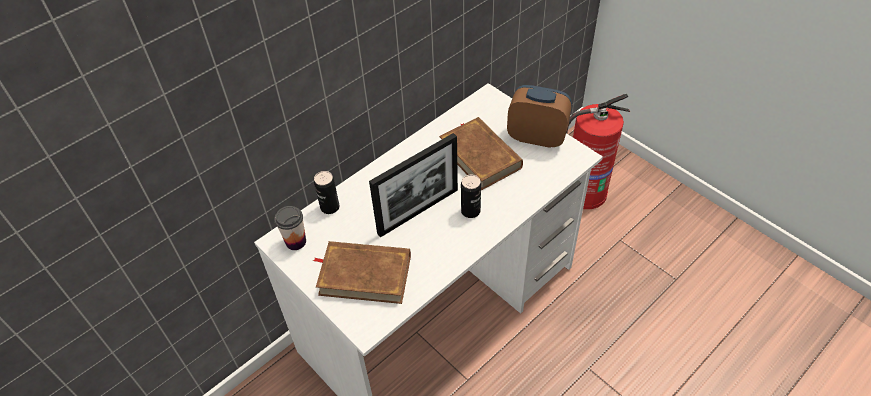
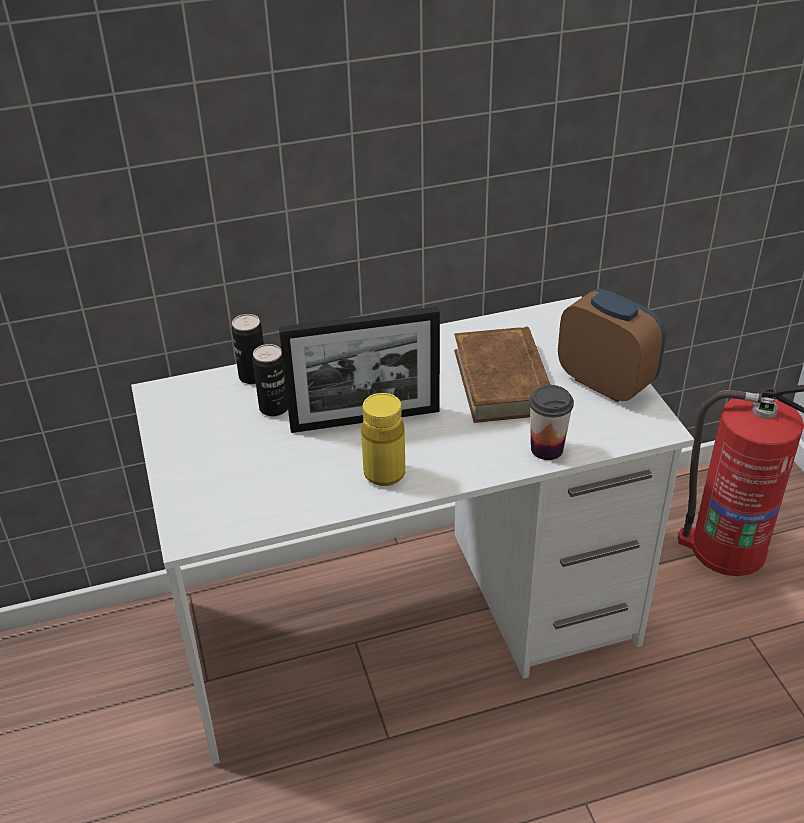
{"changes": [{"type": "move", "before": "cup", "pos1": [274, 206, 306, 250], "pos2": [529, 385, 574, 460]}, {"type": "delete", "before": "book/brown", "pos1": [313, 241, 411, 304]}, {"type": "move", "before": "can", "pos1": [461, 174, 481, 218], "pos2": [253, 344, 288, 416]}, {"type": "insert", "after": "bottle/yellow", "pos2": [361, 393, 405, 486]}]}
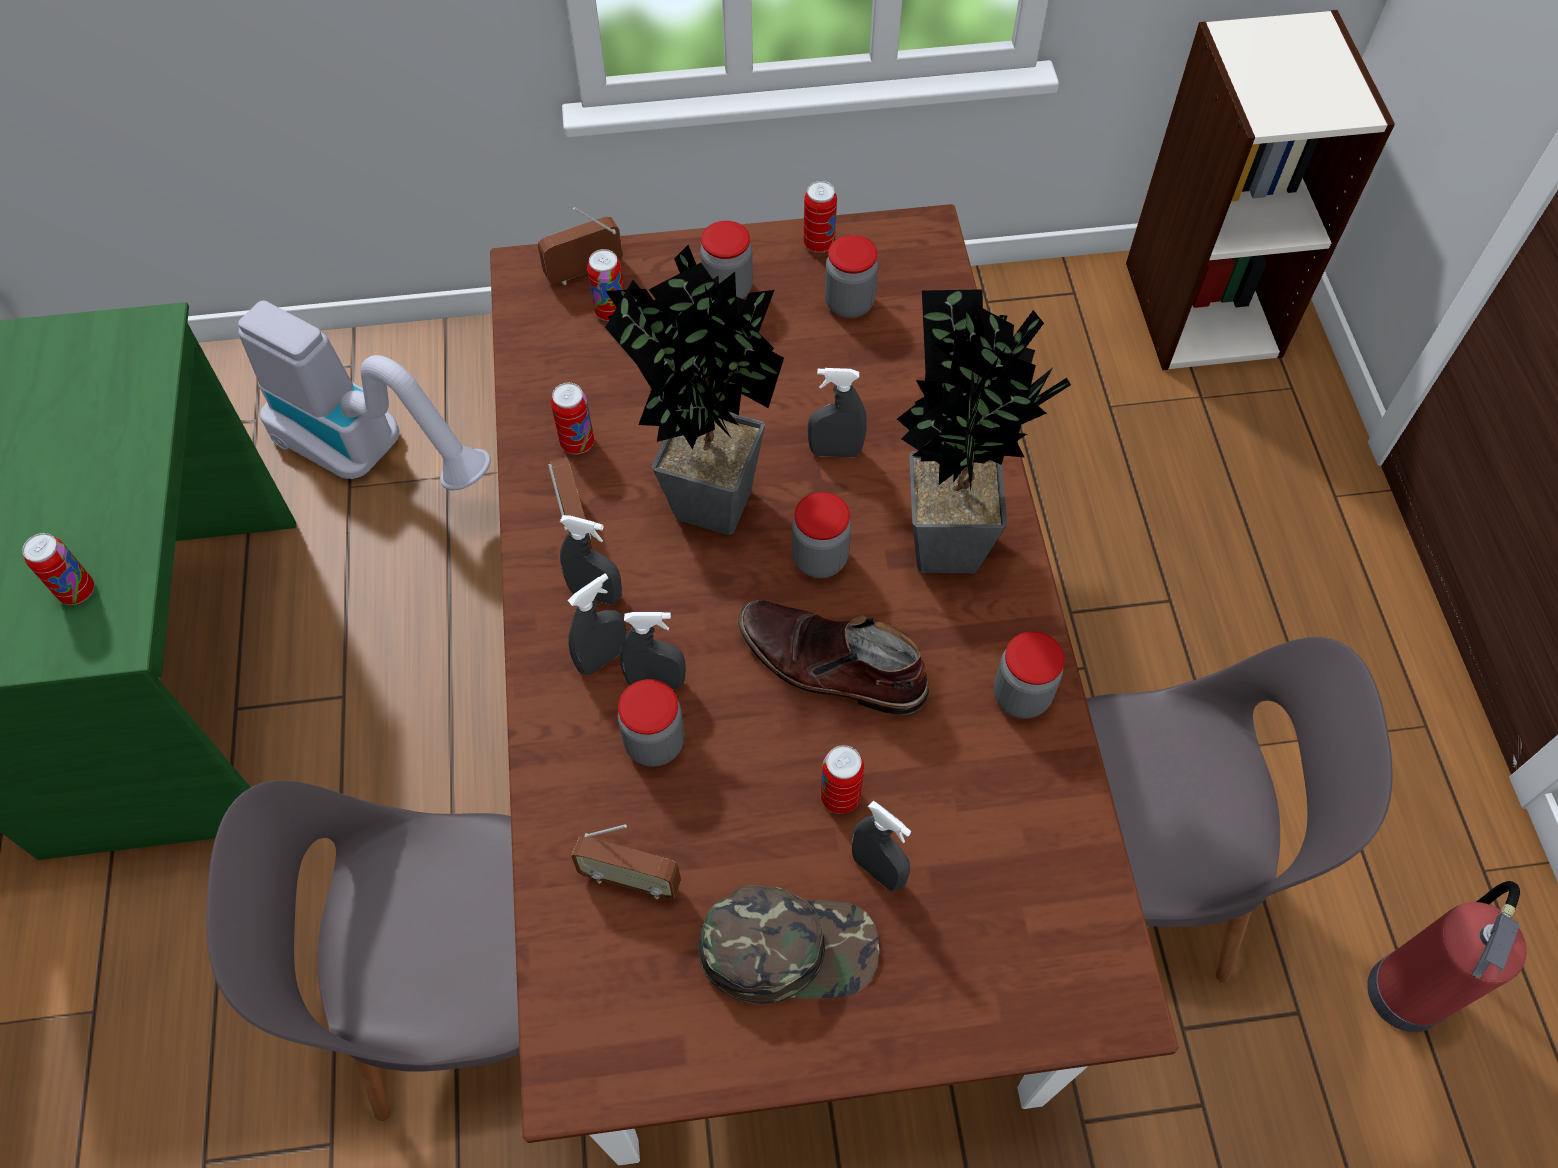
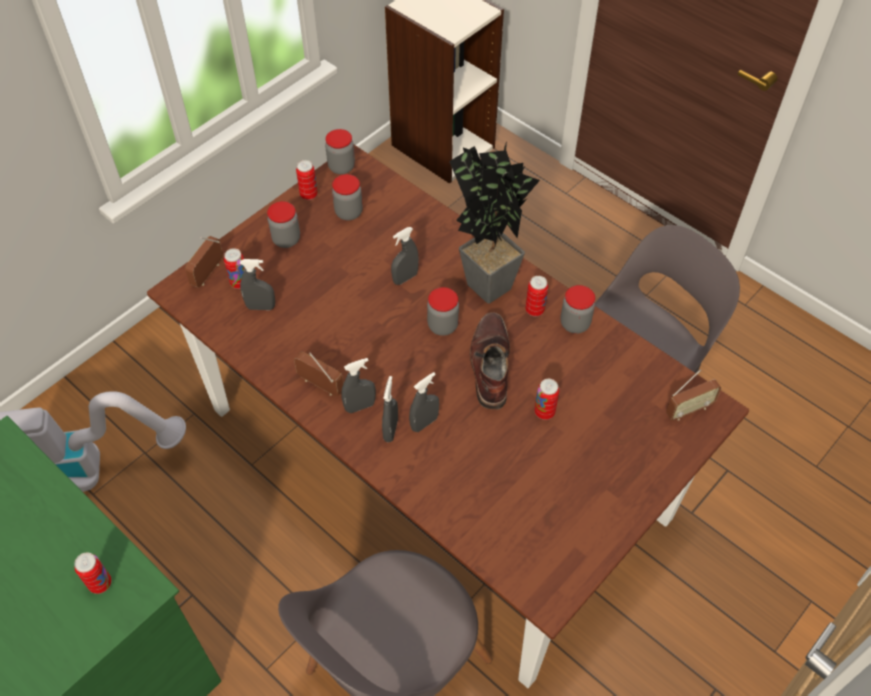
{"changes": [{"type": "move", "before": "can", "pos1": [551, 383, 594, 454], "pos2": [525, 276, 548, 317]}, {"type": "move", "before": "radio", "pos1": [571, 824, 681, 900], "pos2": [666, 370, 721, 421]}, {"type": "delete", "before": "potted plant", "pos1": [605, 245, 784, 535]}, {"type": "move", "before": "jar", "pos1": [618, 679, 685, 767], "pos2": [325, 129, 355, 174]}, {"type": "delete", "before": "cap/green", "pos1": [698, 885, 879, 1004]}, {"type": "rotate", "before": "boot/brown", "pos1": [738, 600, 929, 715], "pos2": [470, 312, 510, 409], "turn": 105}, {"type": "move", "before": "spray bottle/grey", "pos1": [852, 800, 911, 891], "pos2": [240, 259, 275, 310]}, {"type": "delete", "before": "fire extinguisher", "pos1": [1367, 881, 1527, 1032]}]}
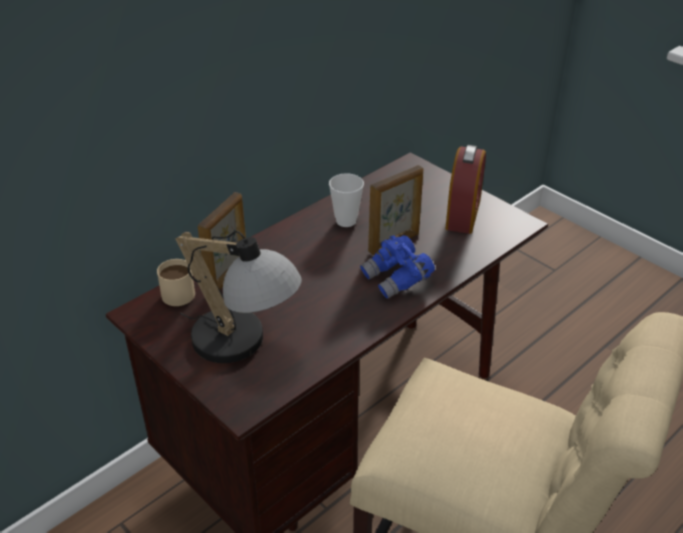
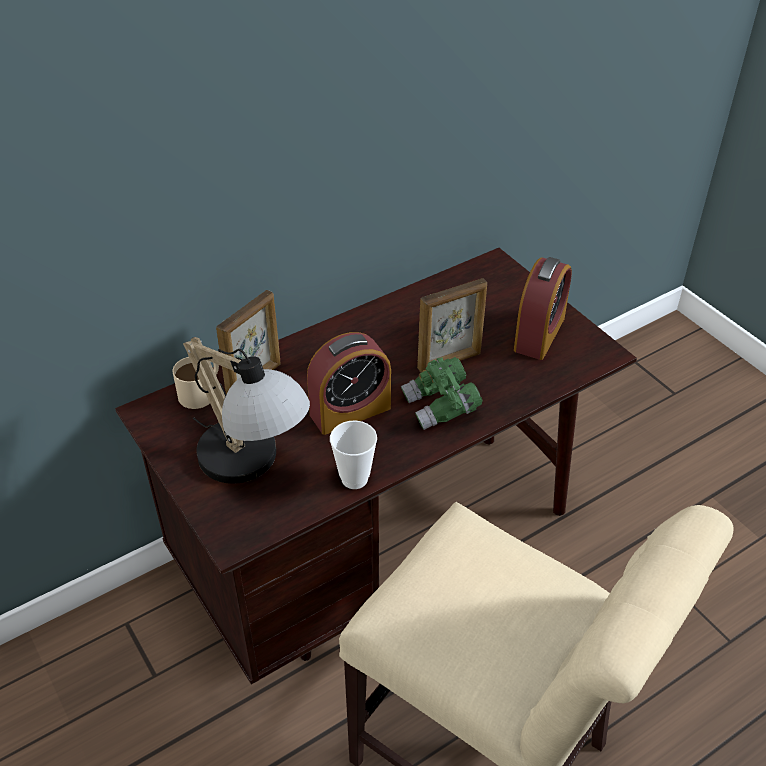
{"changes": [{"type": "move", "before": "cup", "pos1": [329, 173, 364, 227], "pos2": [330, 421, 377, 489]}, {"type": "recolor", "before": "binoculars/blue", "after": "binoculars/green", "pos1": [360, 235, 435, 299], "pos2": [401, 357, 483, 430]}, {"type": "insert", "after": "alarm clock", "pos2": [307, 332, 391, 435]}]}
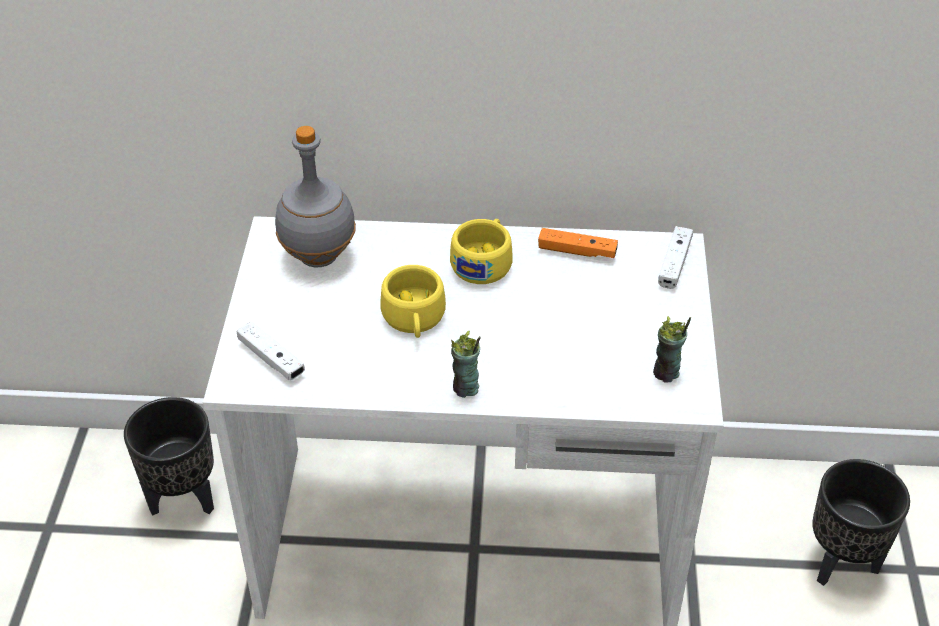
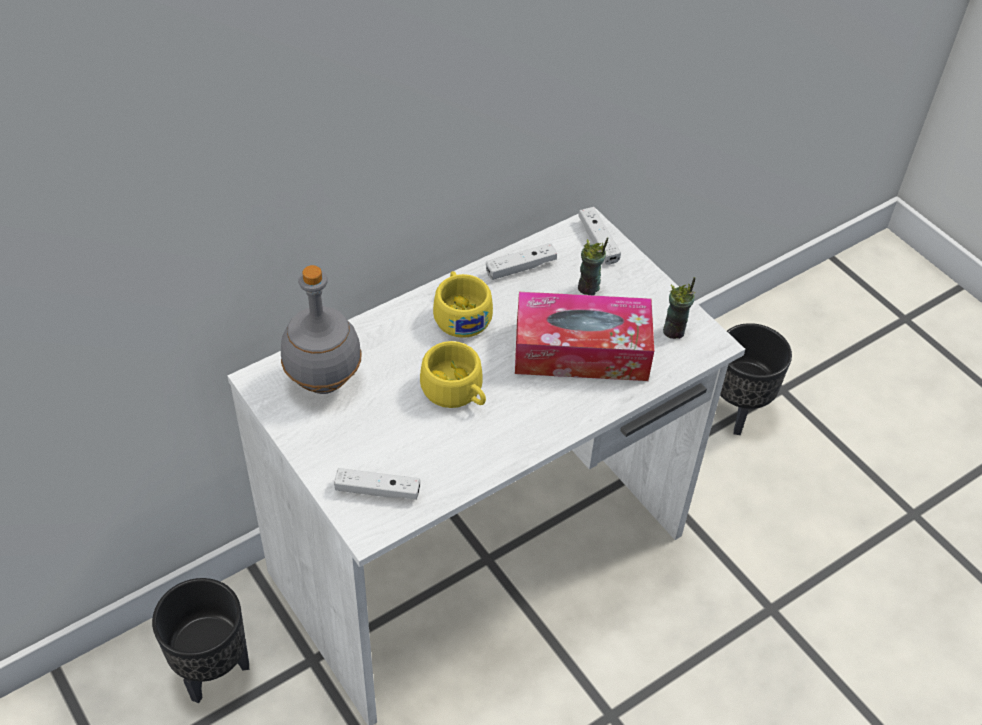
{"changes": [{"type": "move", "before": "cup", "pos1": [451, 331, 481, 398], "pos2": [578, 237, 608, 295]}, {"type": "recolor", "before": "game controller/orange", "after": "game controller/white", "pos1": [538, 228, 618, 258], "pos2": [486, 243, 557, 280]}, {"type": "insert", "after": "tissue box", "pos2": [515, 292, 654, 381]}]}
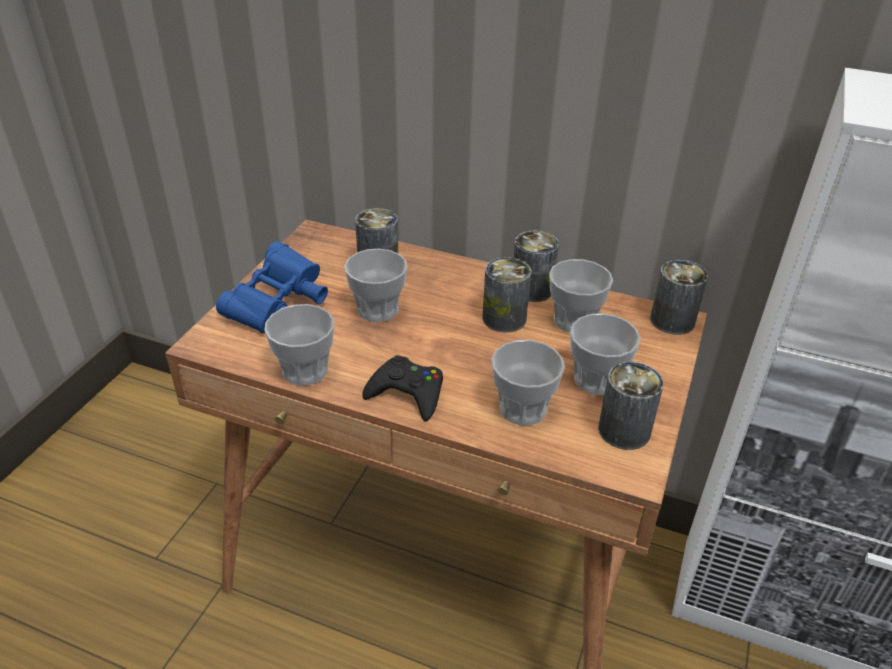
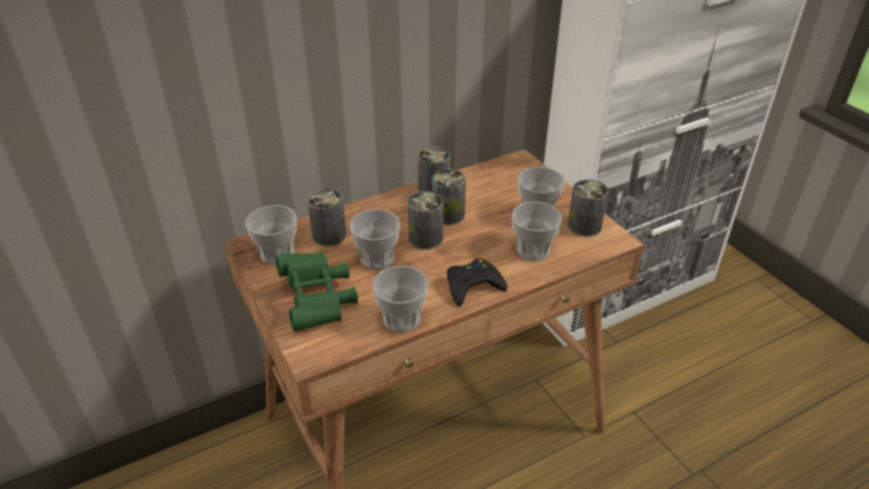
{"changes": [{"type": "recolor", "before": "binoculars/blue", "after": "binoculars/green", "pos1": [216, 241, 328, 334], "pos2": [276, 252, 358, 331]}, {"type": "move", "before": "cup", "pos1": [549, 259, 613, 332], "pos2": [246, 205, 297, 265]}, {"type": "move", "before": "can", "pos1": [650, 260, 708, 335], "pos2": [408, 191, 443, 250]}]}
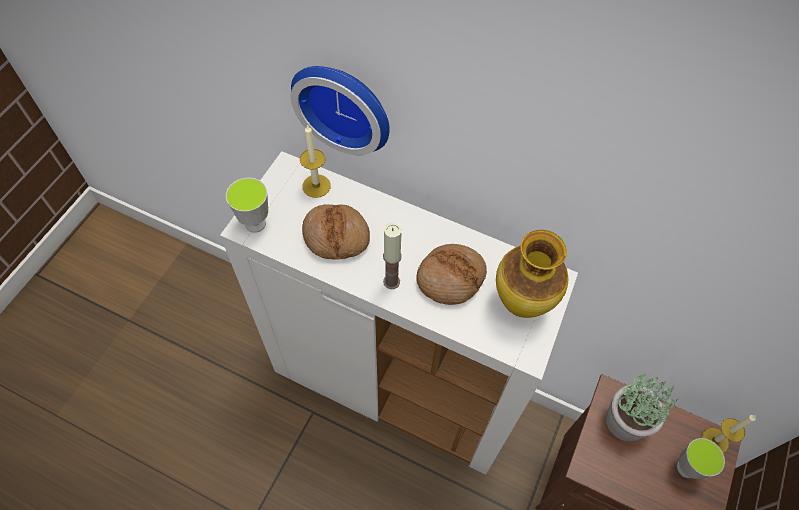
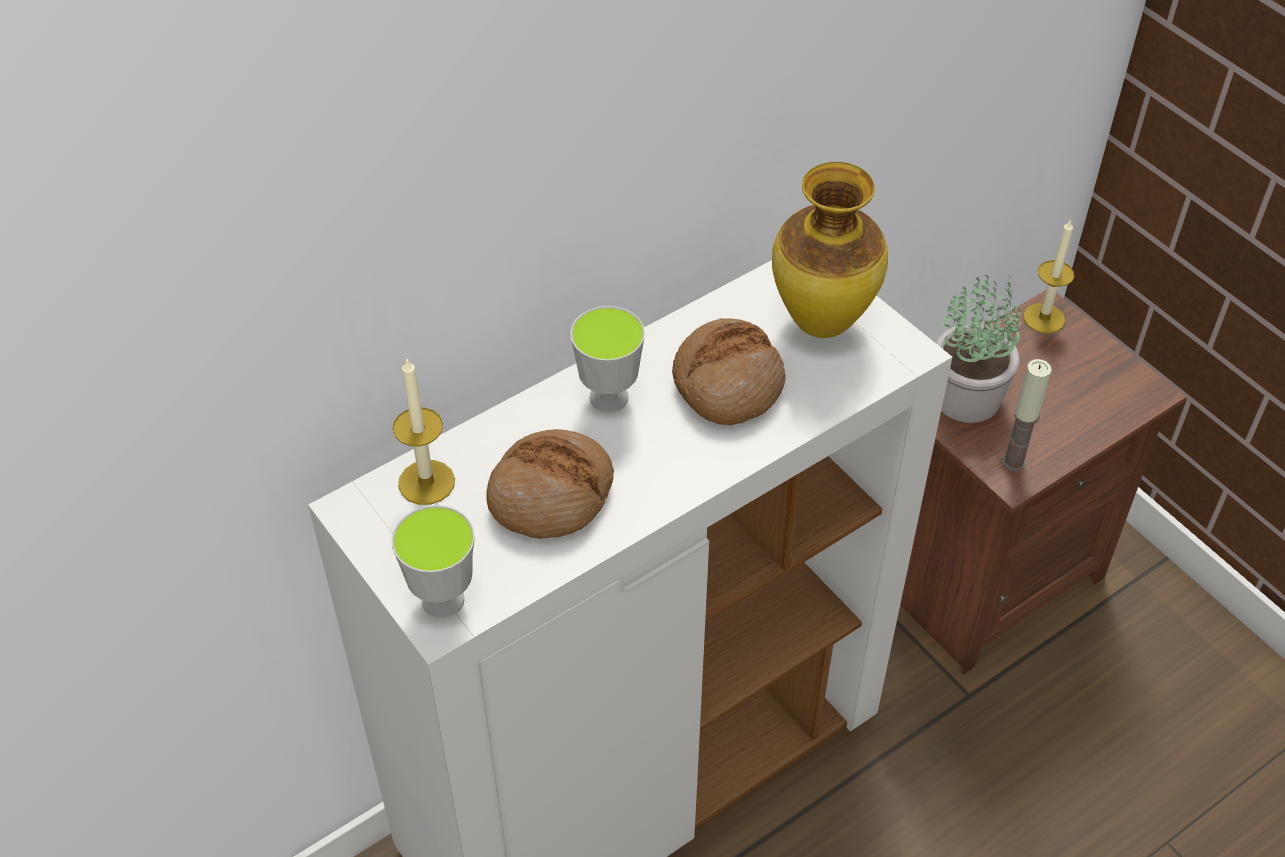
{"changes": [{"type": "delete", "before": "wall clock", "pos1": [291, 66, 390, 155]}, {"type": "move", "before": "candle", "pos1": [383, 223, 402, 289], "pos2": [1002, 359, 1052, 472]}, {"type": "move", "before": "cup", "pos1": [677, 438, 725, 479], "pos2": [570, 306, 645, 413]}]}
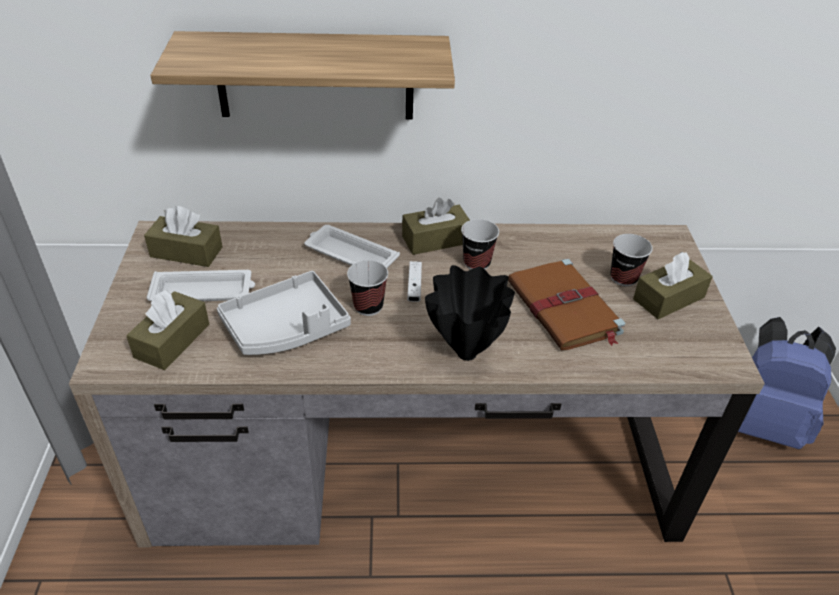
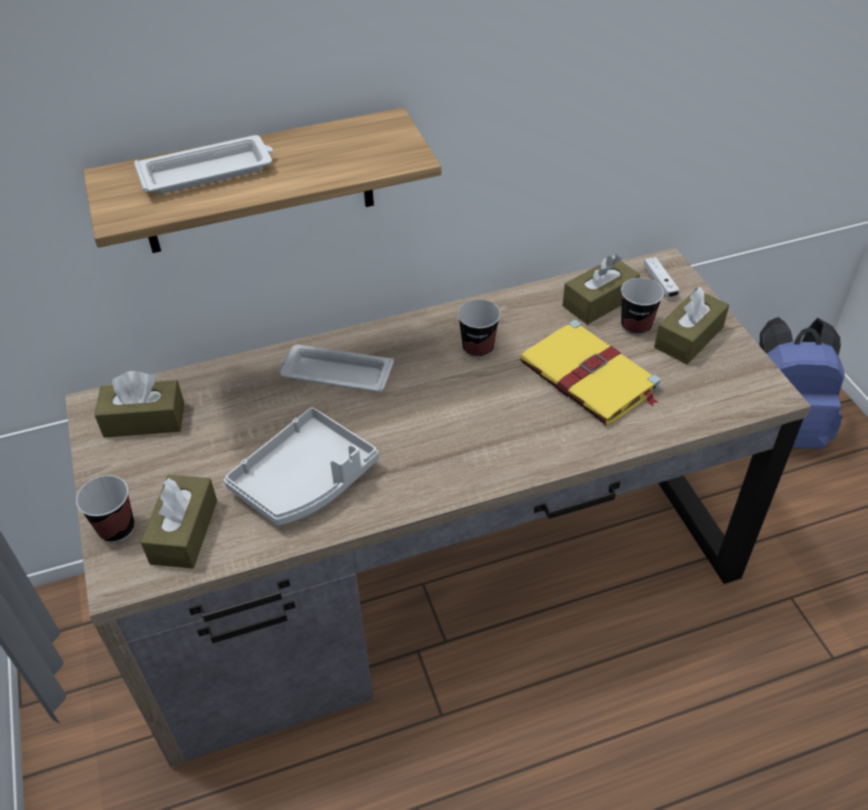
{"changes": [{"type": "move", "before": "tray/white", "pos1": [146, 270, 255, 301], "pos2": [134, 135, 273, 194]}, {"type": "move", "before": "cup", "pos1": [347, 260, 388, 316], "pos2": [76, 475, 134, 543]}, {"type": "move", "before": "tissue box/brown", "pos1": [402, 198, 470, 255], "pos2": [563, 255, 640, 325]}, {"type": "move", "before": "game controller/white", "pos1": [407, 261, 422, 302], "pos2": [644, 257, 680, 298]}, {"type": "delete", "before": "vase/black", "pos1": [425, 265, 515, 361]}, {"type": "recolor", "before": "book/brown", "after": "book/yellow", "pos1": [508, 259, 625, 350], "pos2": [520, 320, 660, 426]}]}
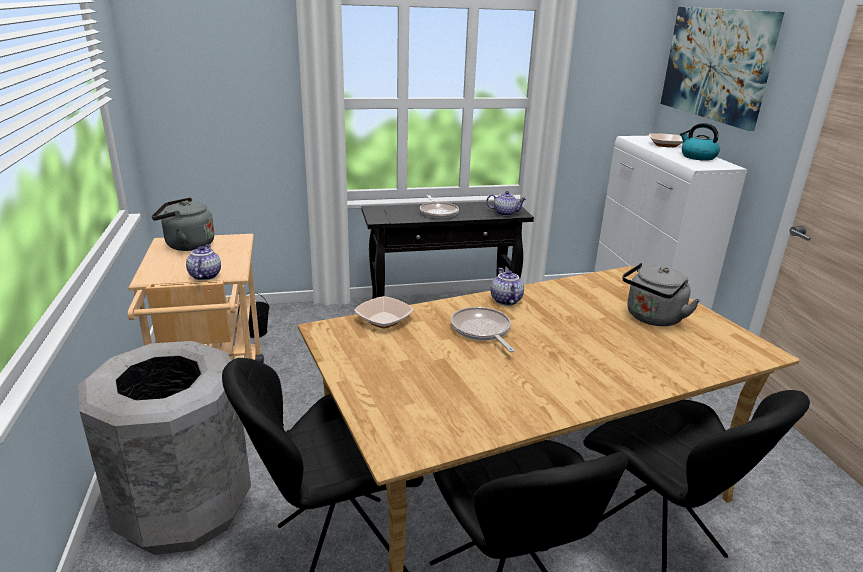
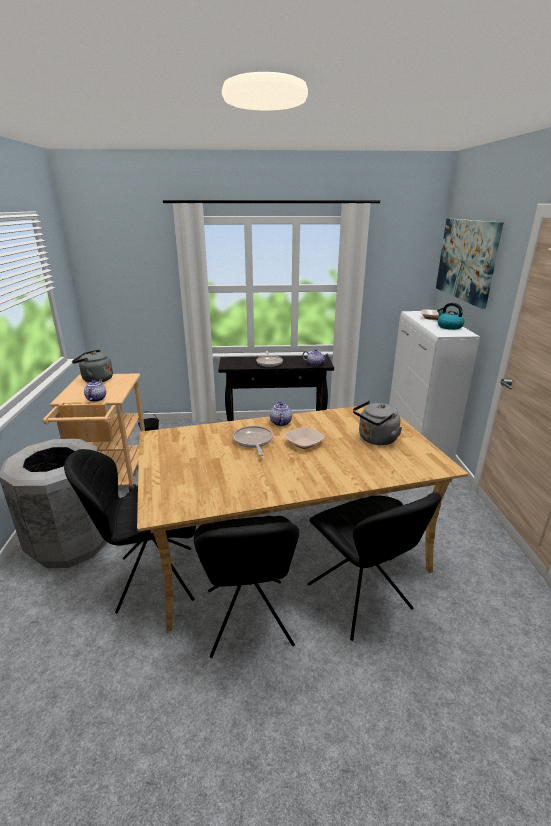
{"changes": [{"type": "move", "before": "bowl", "pos1": [354, 296, 414, 328], "pos2": [284, 427, 325, 449]}]}
